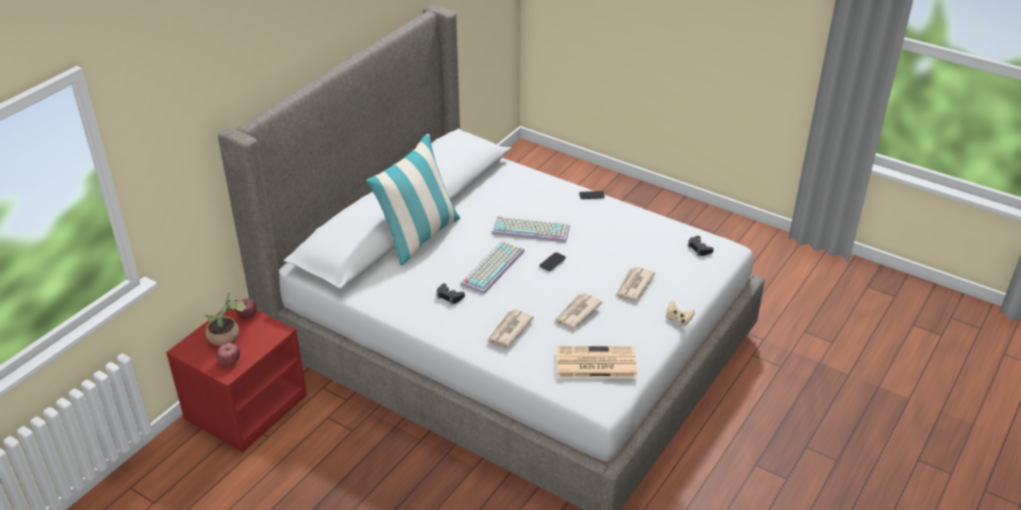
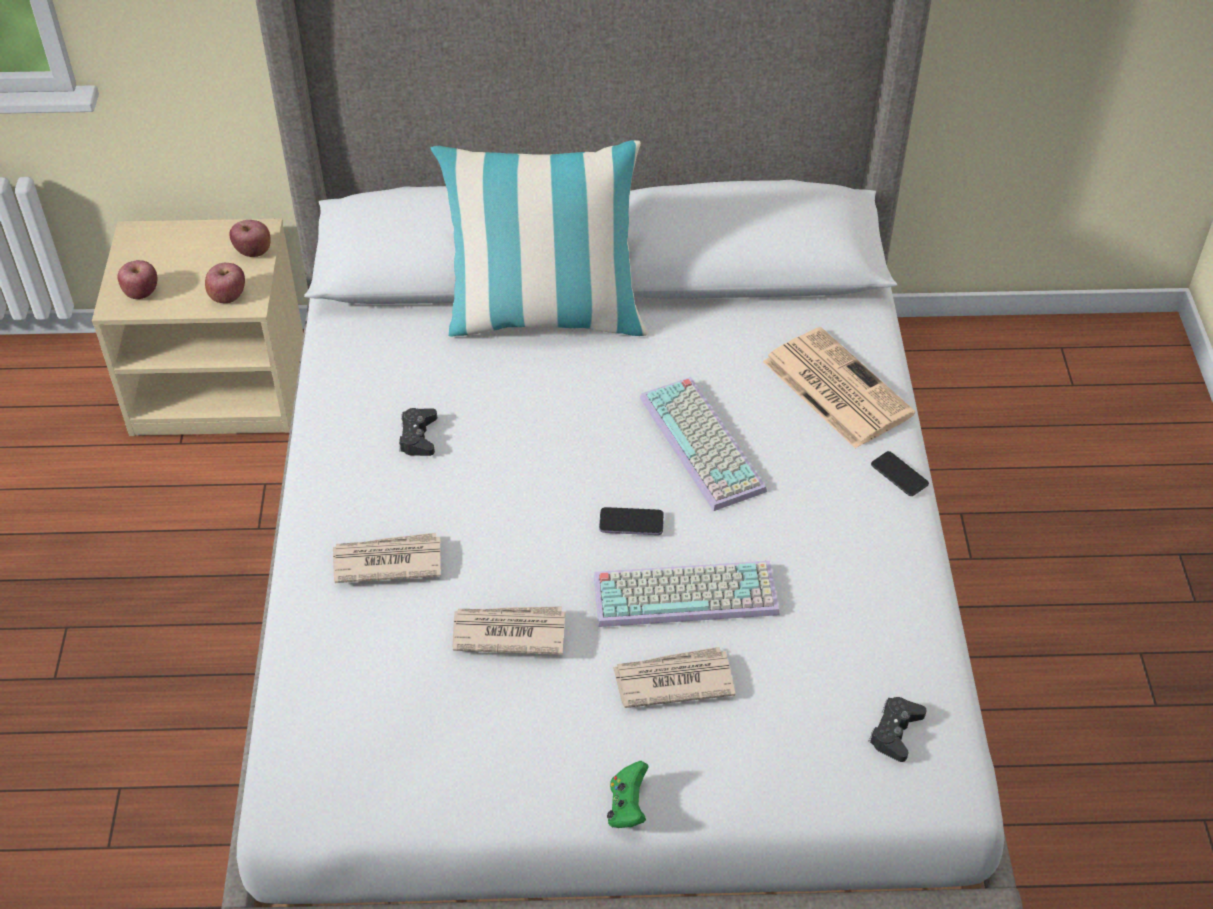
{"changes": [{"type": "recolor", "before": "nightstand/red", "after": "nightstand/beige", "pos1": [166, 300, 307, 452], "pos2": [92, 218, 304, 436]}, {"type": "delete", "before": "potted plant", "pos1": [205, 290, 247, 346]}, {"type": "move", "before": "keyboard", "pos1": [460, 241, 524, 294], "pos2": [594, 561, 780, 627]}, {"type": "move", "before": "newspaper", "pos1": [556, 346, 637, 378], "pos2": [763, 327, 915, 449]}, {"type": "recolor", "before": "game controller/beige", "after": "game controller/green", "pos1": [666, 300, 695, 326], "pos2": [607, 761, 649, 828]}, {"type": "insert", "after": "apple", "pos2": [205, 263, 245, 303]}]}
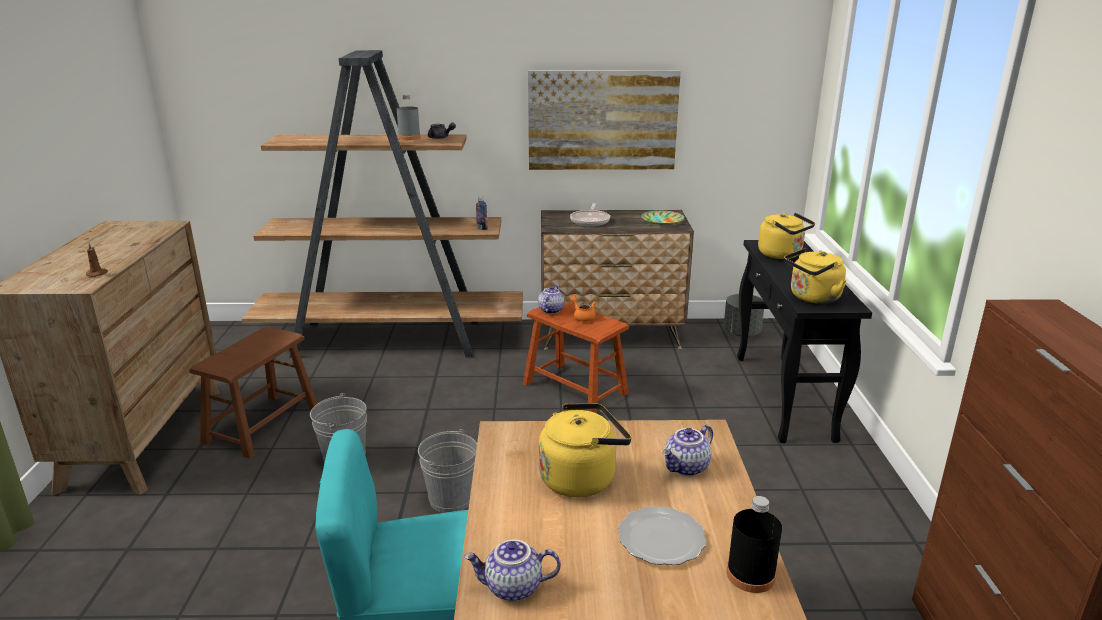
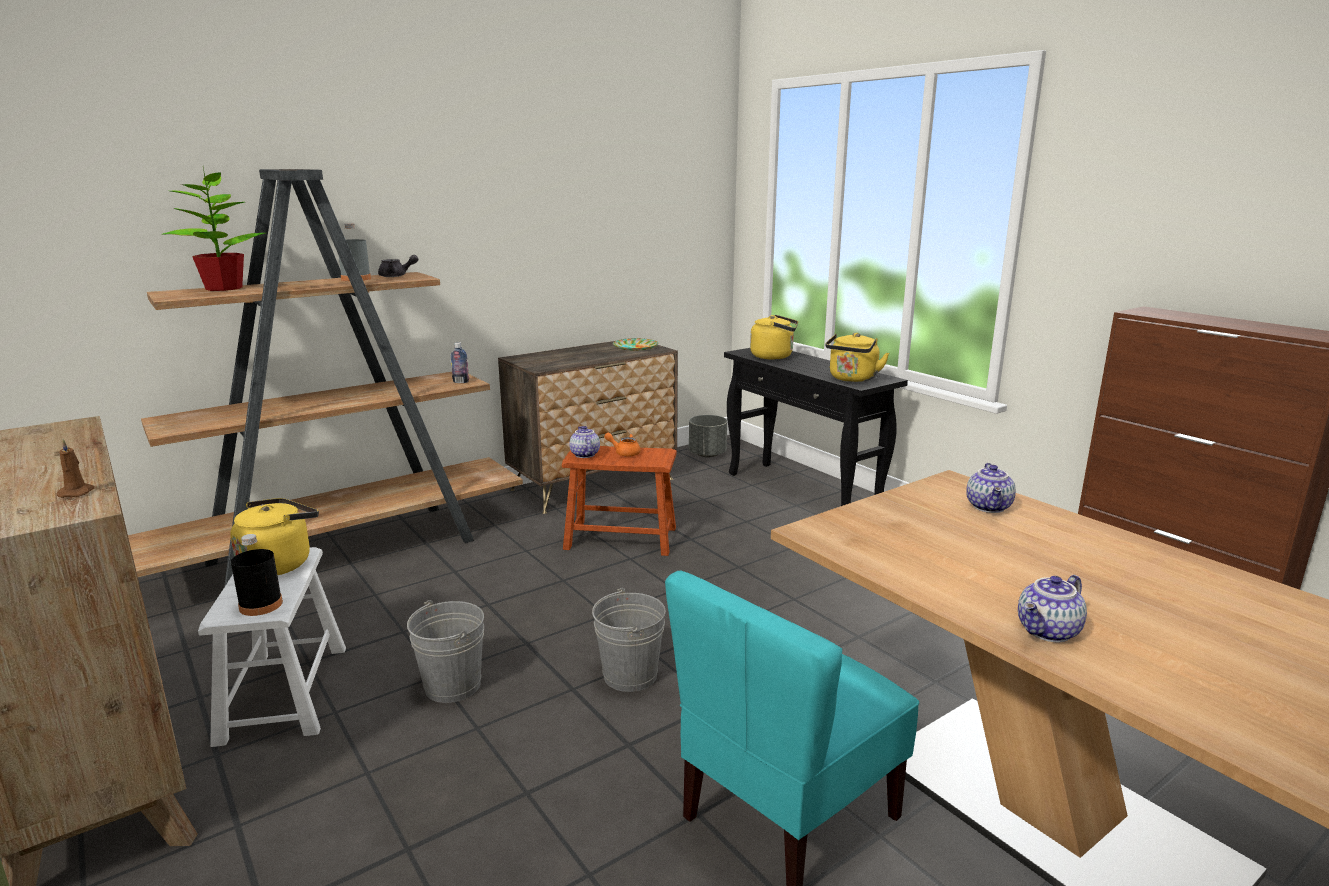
{"changes": [{"type": "recolor", "before": "stool/brown", "after": "stool/white", "pos1": [189, 327, 318, 459], "pos2": [198, 547, 346, 747]}, {"type": "delete", "before": "picture", "pos1": [528, 70, 681, 170]}, {"type": "move", "before": "kettle/yellow", "pos1": [539, 403, 632, 497], "pos2": [230, 498, 319, 575]}, {"type": "delete", "before": "frying pan", "pos1": [570, 203, 610, 226]}, {"type": "delete", "before": "plate", "pos1": [618, 506, 706, 565]}, {"type": "move", "before": "bottle/black", "pos1": [726, 496, 782, 593], "pos2": [231, 534, 283, 616]}, {"type": "insert", "after": "potted plant", "pos2": [161, 168, 266, 291]}]}
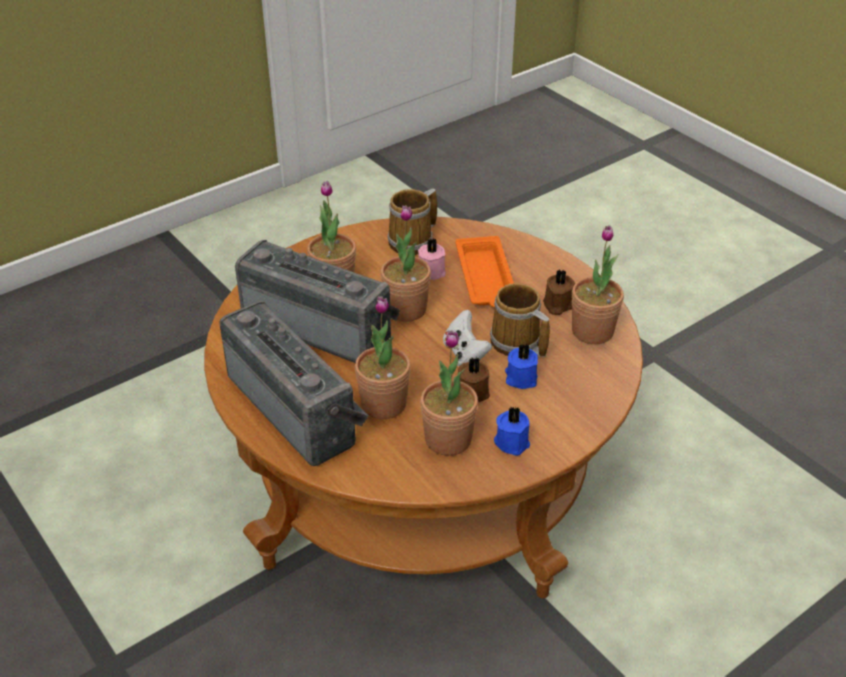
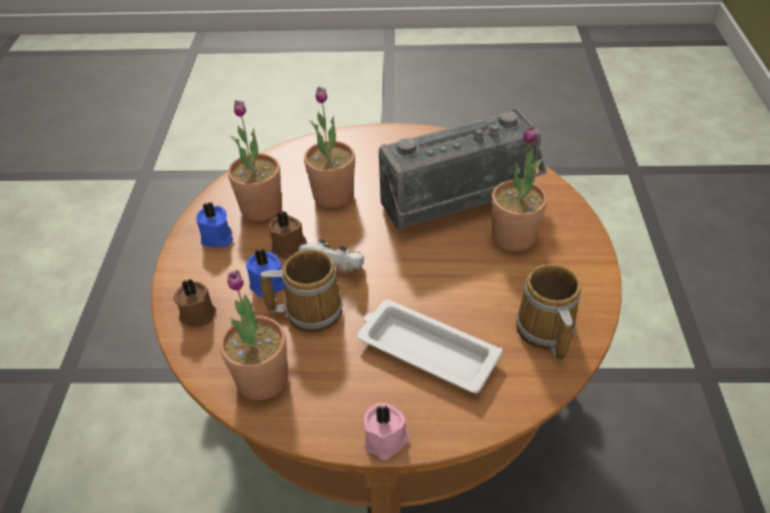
{"changes": [{"type": "delete", "before": "radio", "pos1": [219, 301, 369, 466]}, {"type": "delete", "before": "potted plant", "pos1": [380, 205, 431, 322]}, {"type": "move", "before": "candle/pink", "pos1": [418, 239, 446, 280], "pos2": [364, 403, 410, 460]}, {"type": "recolor", "before": "tray/orange", "after": "tray/white", "pos1": [456, 236, 514, 307], "pos2": [357, 300, 502, 393]}, {"type": "move", "before": "candle/brown", "pos1": [543, 270, 575, 315], "pos2": [173, 279, 216, 326]}]}
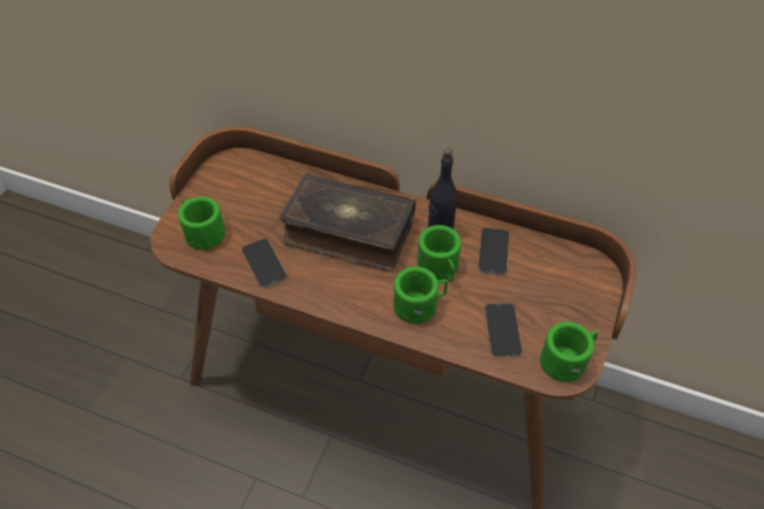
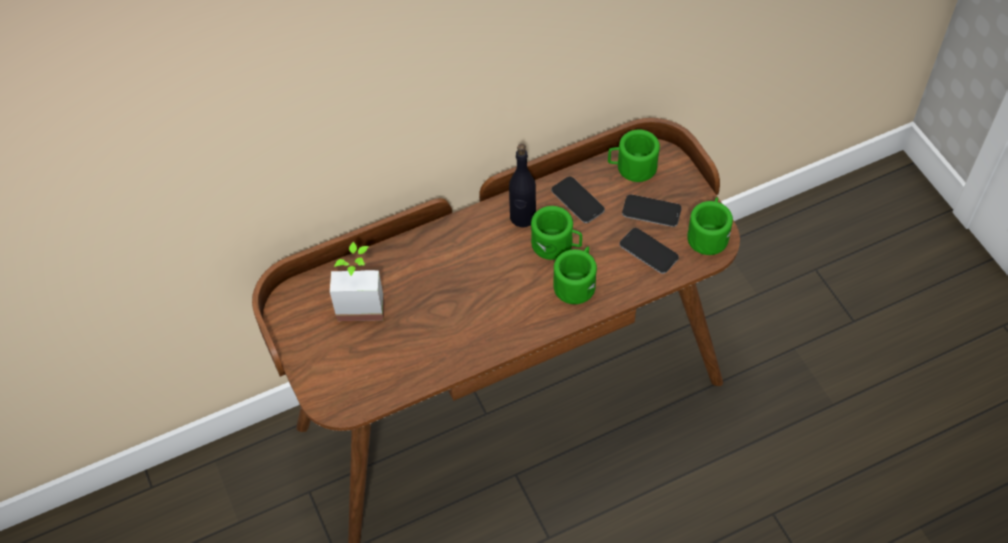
{"changes": [{"type": "move", "before": "mug/green", "pos1": [178, 197, 225, 250], "pos2": [608, 130, 660, 182]}, {"type": "move", "before": "phone", "pos1": [242, 239, 287, 288], "pos2": [622, 195, 682, 227]}, {"type": "delete", "before": "book", "pos1": [279, 173, 416, 271]}, {"type": "insert", "after": "potted plant", "pos2": [330, 242, 385, 321]}]}
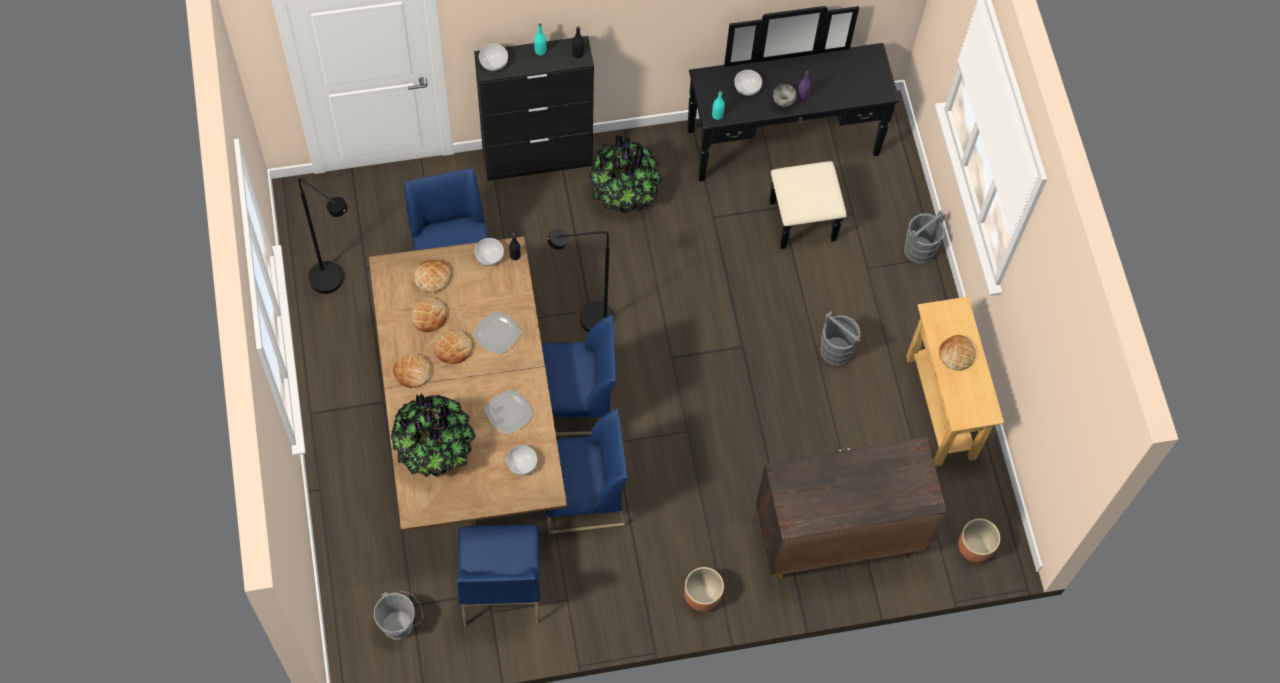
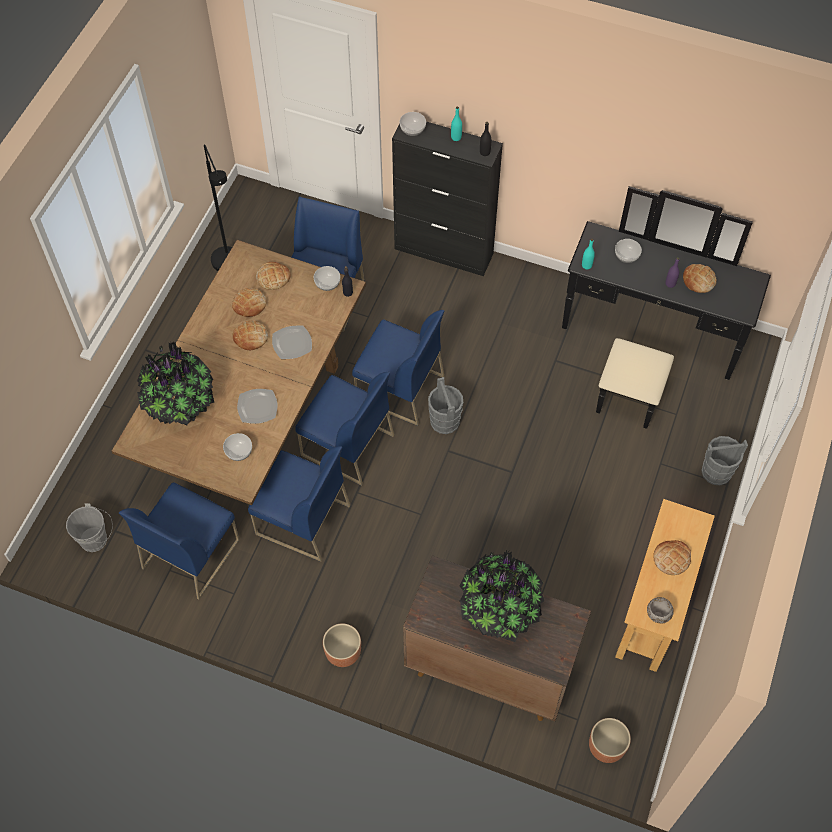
{"changes": [{"type": "move", "before": "bread", "pos1": [393, 353, 432, 388], "pos2": [683, 264, 717, 293]}, {"type": "replace", "before": "floor lamp/black", "after": "chair/blue", "pos1": [547, 229, 614, 332], "pos2": [352, 310, 445, 426]}, {"type": "move", "before": "potted plant", "pos1": [589, 134, 663, 213], "pos2": [459, 551, 544, 642]}, {"type": "move", "before": "bowl/grey", "pos1": [773, 84, 797, 107], "pos2": [647, 597, 674, 623]}, {"type": "move", "before": "bucket/grey", "pos1": [820, 311, 861, 366], "pos2": [428, 377, 463, 434]}]}
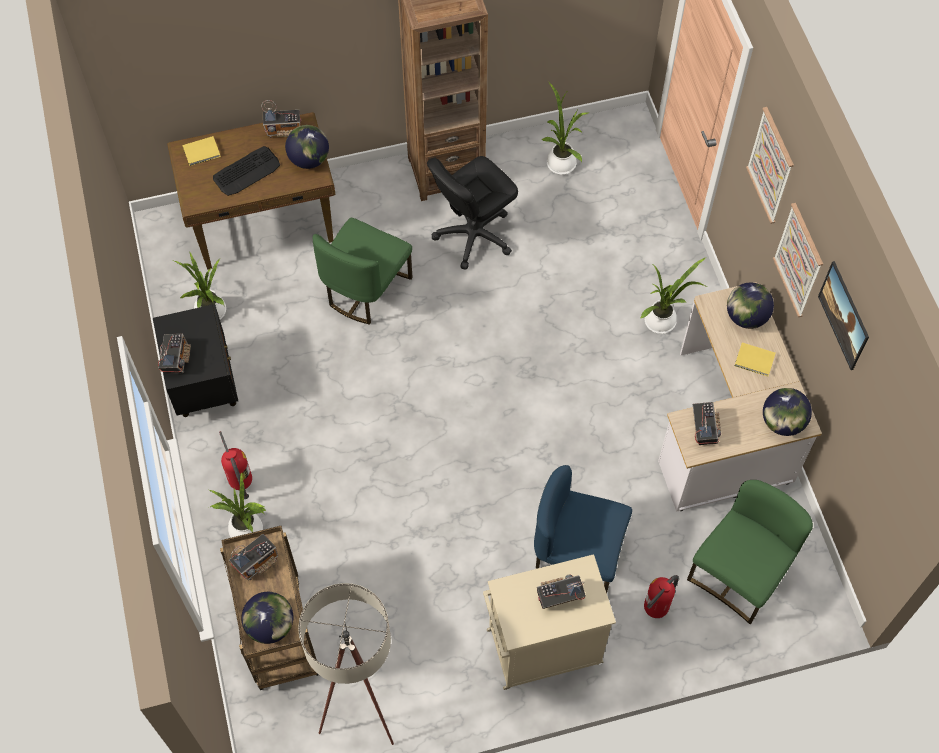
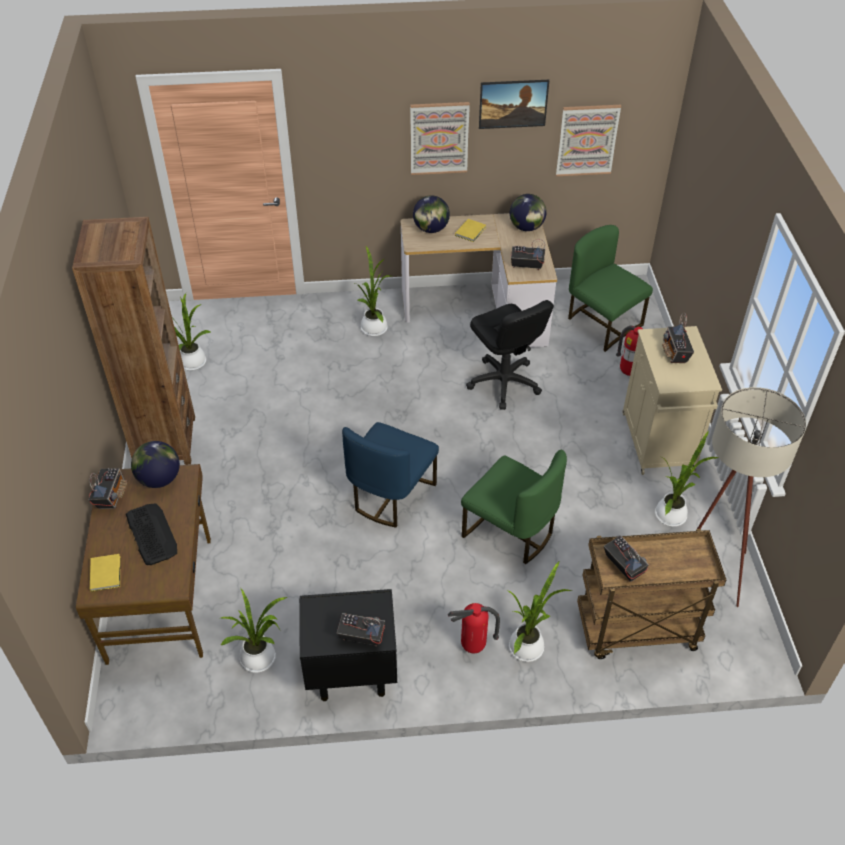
{"changes": [{"type": "delete", "before": "globe", "pos1": [241, 592, 293, 644]}, {"type": "move", "before": "chair/green", "pos1": [313, 218, 412, 325], "pos2": [461, 450, 567, 564]}, {"type": "move", "before": "office chair/black", "pos1": [427, 156, 518, 270], "pos2": [466, 300, 554, 410]}, {"type": "move", "before": "chair/blue", "pos1": [534, 465, 632, 593], "pos2": [342, 422, 439, 528]}, {"type": "move", "before": "picture", "pos1": [746, 107, 794, 224], "pos2": [556, 105, 621, 176]}, {"type": "insert", "after": "potted plant", "pos2": [655, 431, 719, 527]}]}
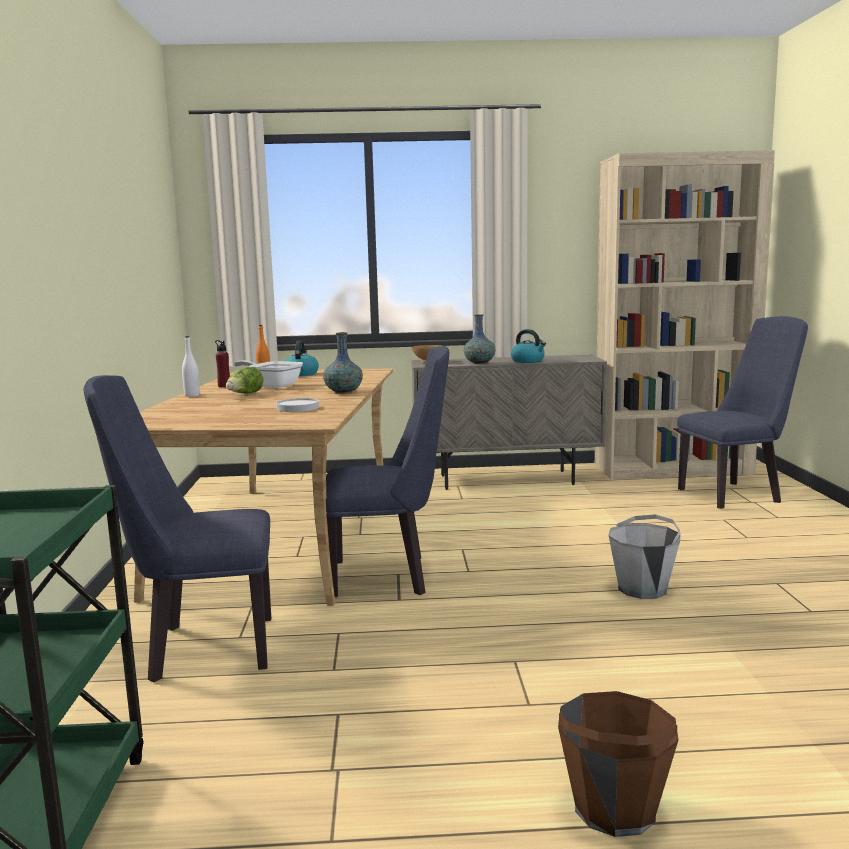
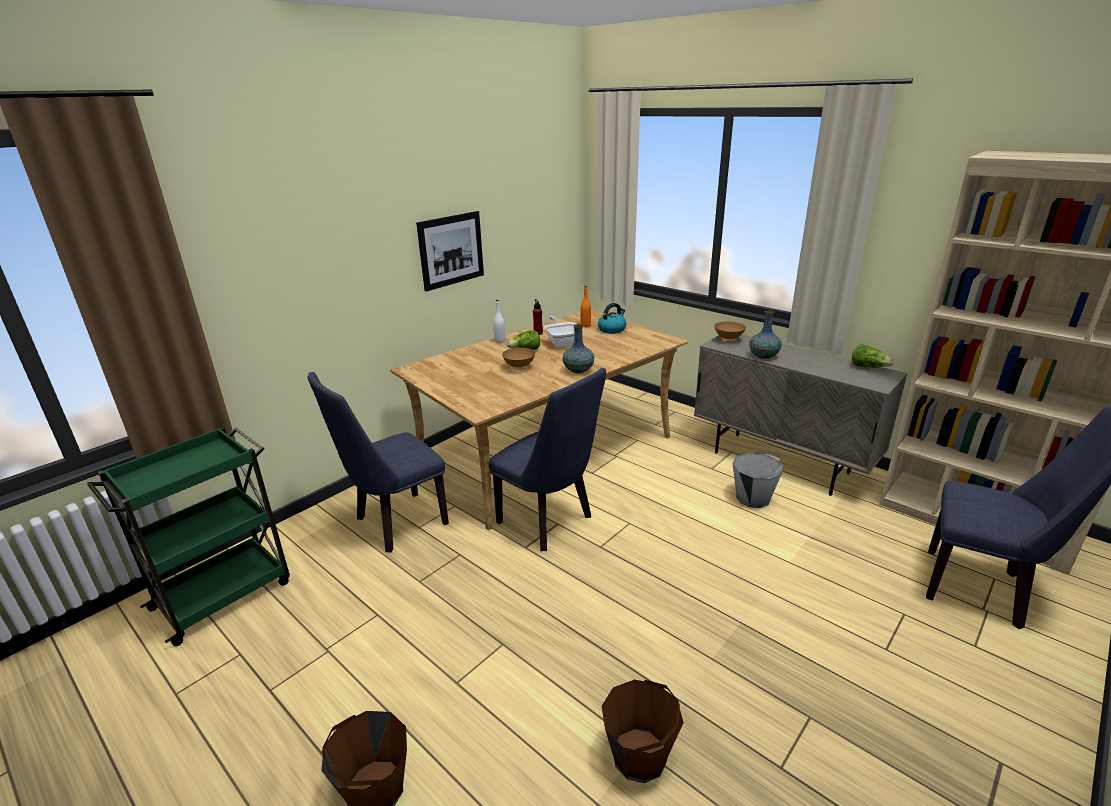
{"changes": [{"type": "rotate", "before": "chair/blue", "pos1": [83, 375, 271, 683], "pos2": [308, 372, 449, 553], "turn": -75}, {"type": "delete", "before": "plate/white", "pos1": [276, 398, 319, 412]}, {"type": "delete", "before": "kettle", "pos1": [511, 329, 546, 363]}, {"type": "move", "before": "bucket/grey", "pos1": [609, 514, 680, 599], "pos2": [733, 451, 784, 508]}, {"type": "insert", "after": "picture", "pos2": [416, 211, 484, 292]}, {"type": "insert", "after": "bowl/brown", "pos2": [502, 348, 535, 370]}, {"type": "insert", "after": "bucket/brown", "pos2": [602, 680, 684, 783]}, {"type": "insert", "after": "lettuce", "pos2": [852, 344, 894, 368]}]}
